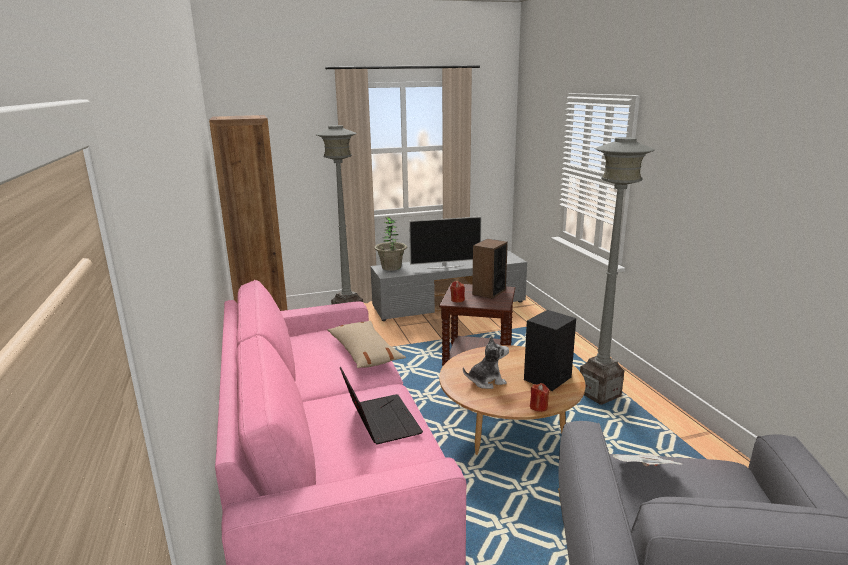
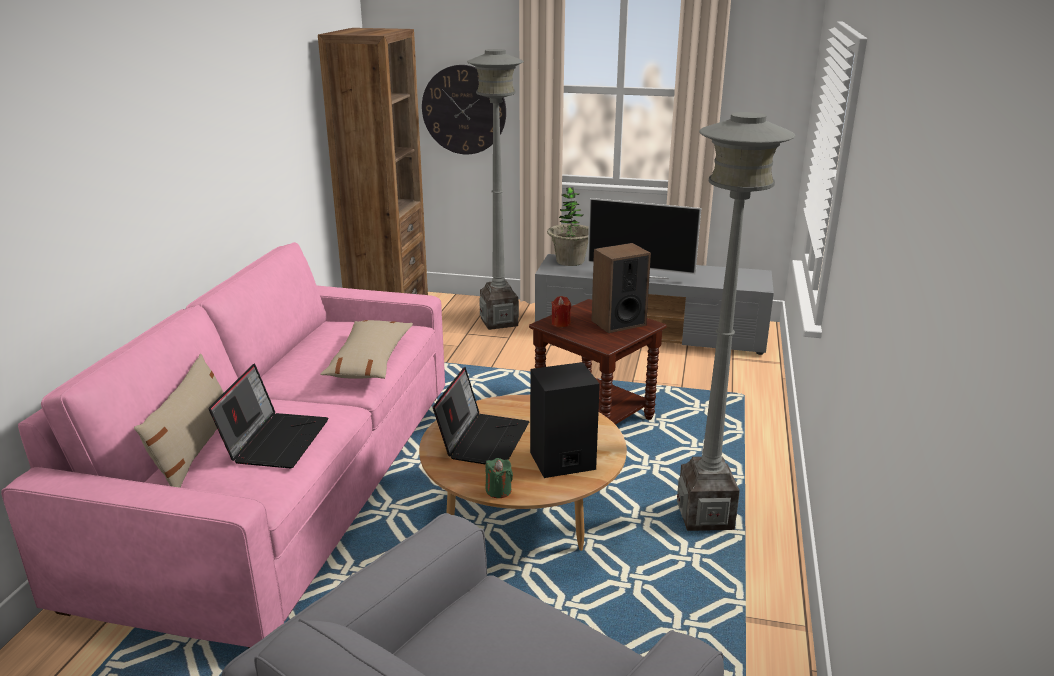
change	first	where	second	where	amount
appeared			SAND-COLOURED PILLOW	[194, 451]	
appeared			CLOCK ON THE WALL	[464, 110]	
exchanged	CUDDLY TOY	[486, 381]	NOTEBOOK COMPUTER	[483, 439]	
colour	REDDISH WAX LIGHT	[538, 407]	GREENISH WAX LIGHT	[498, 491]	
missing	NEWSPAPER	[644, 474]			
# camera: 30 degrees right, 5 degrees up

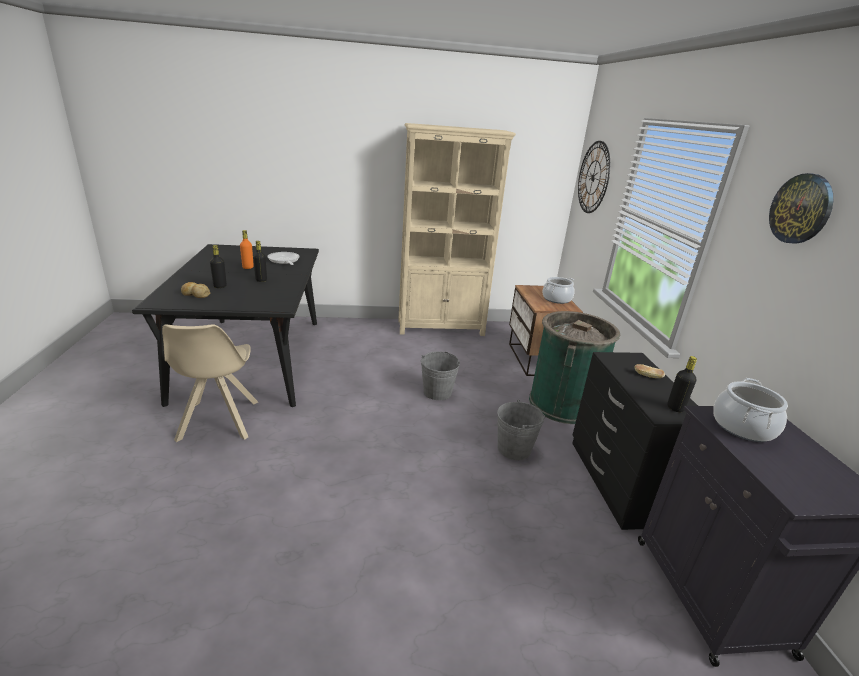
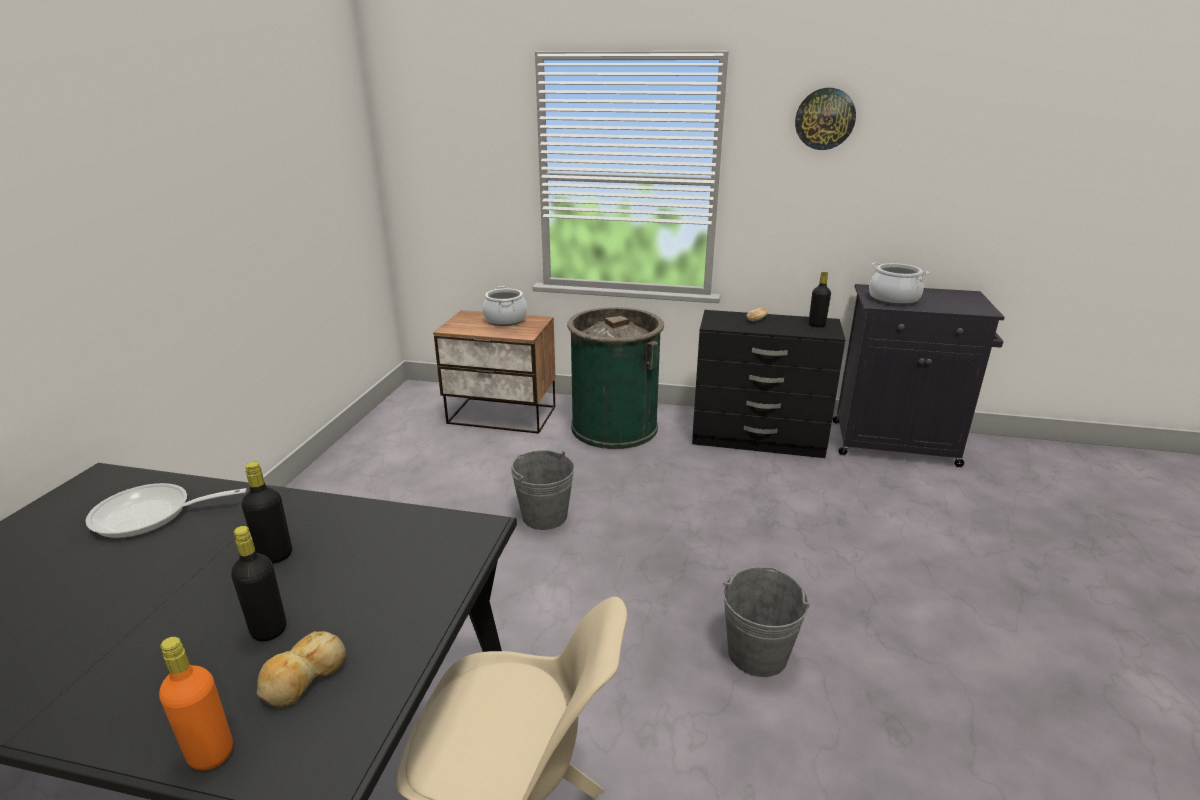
change	first	where	second	where	amount
relocated	ORANGEY BOTTLE	[248, 267]		[211, 753]	
relocated	GRAY WATER BUCKET	[514, 449]		[757, 653]	
missing	SAND-COLOURED SHELVING UNIT	[441, 328]			
missing	CLOCK ON THE WALL	[593, 177]			
# camera: 70 degrees left, 0 degrees up

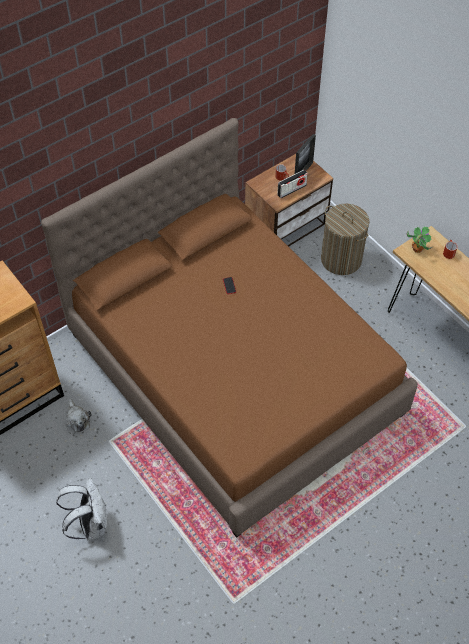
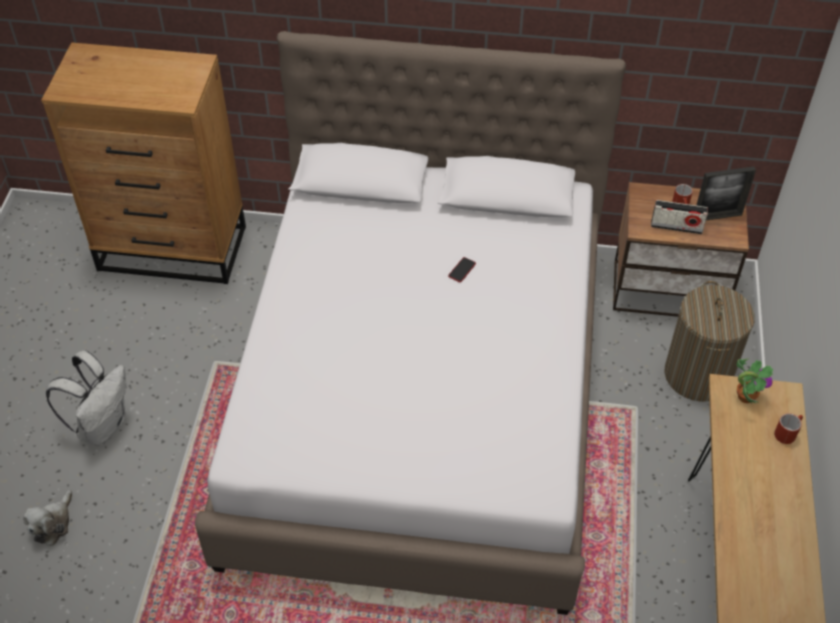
change	first	where	second	where	amount
relocated	CUDDLY TOY	[77, 419]		[53, 524]	
colour	BROWNISH SLEEPING BED	[234, 372]	WHITISH SLEEPING BED	[420, 399]	
# camera: 45 degrees right, 5 degrees down

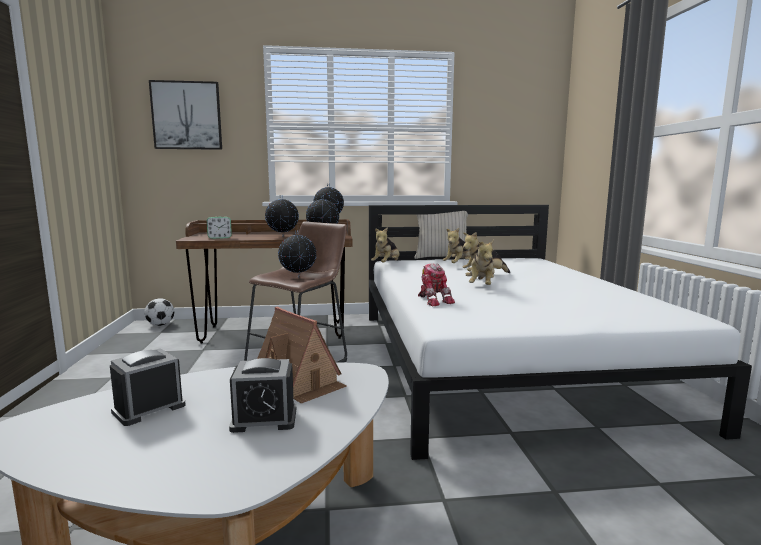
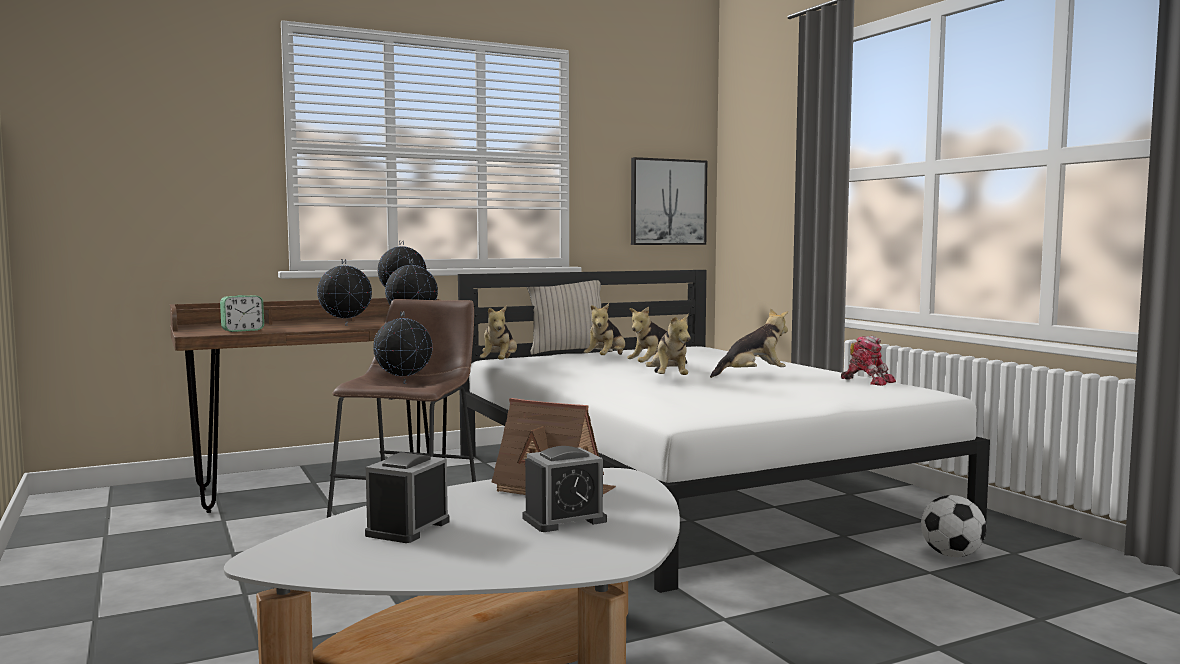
change	first	where	second	where	amount
relocated	PICTURE	[187, 116]		[667, 202]	
appeared			CUDDLY TOY	[752, 375]	
relocated	TOY ROBOT	[434, 300]		[867, 381]	
relocated	BALL FOR FOOTBALL	[160, 325]		[951, 555]	
# camera: 20 degrees left, 5 degrees down

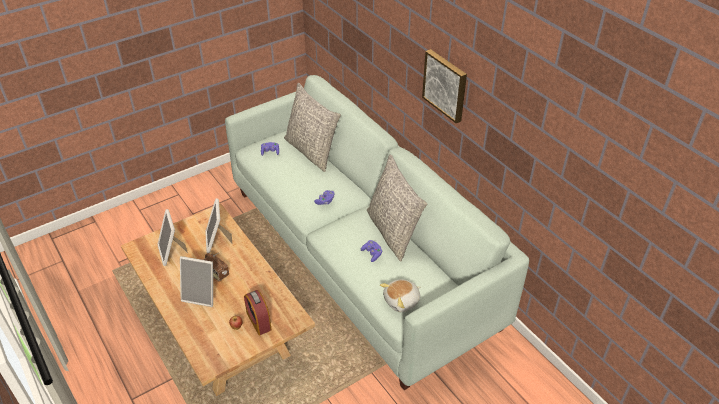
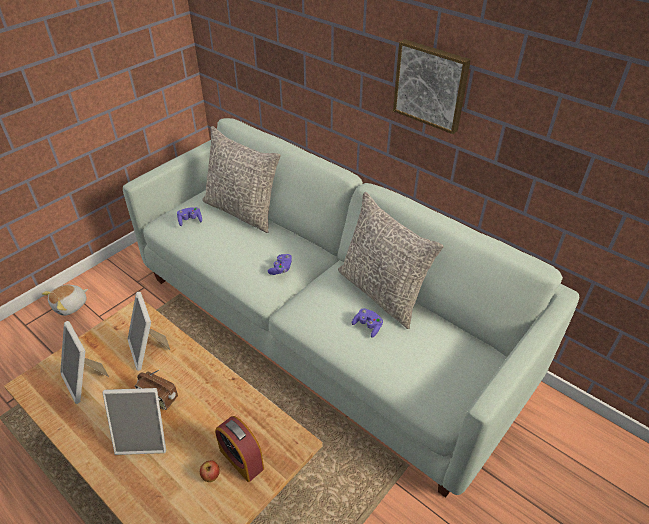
change	first	where	second	where	amount
relocated	CUDDLY TOY	[402, 301]		[71, 306]	
# camera: 15 degrees left, 0 degrees up

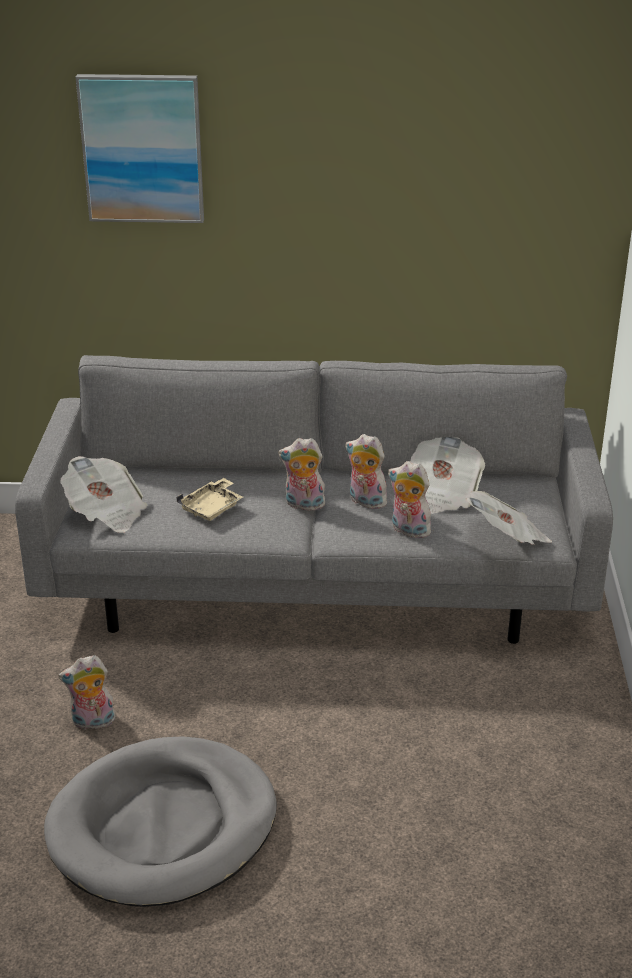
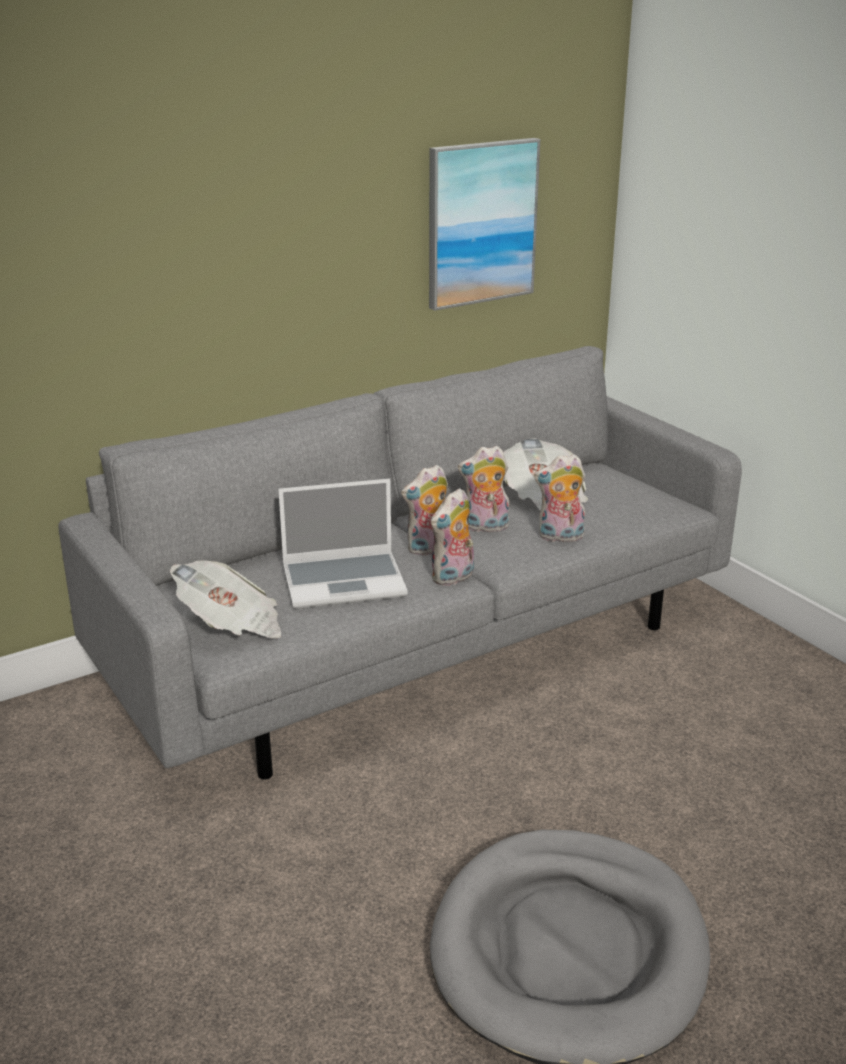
change	first	where	second	where	amount
exchanged	SAND-COLOURED SERVING TRAY	[212, 508]	NOTEBOOK COMPUTER	[345, 581]	
relocated	PICTURE	[142, 148]		[481, 223]	
relocated	CUDDLY TOY	[92, 722]		[453, 578]	
missing	NEWSPAPER	[507, 538]			
# camera: 35 degrees left, 5 degrees down

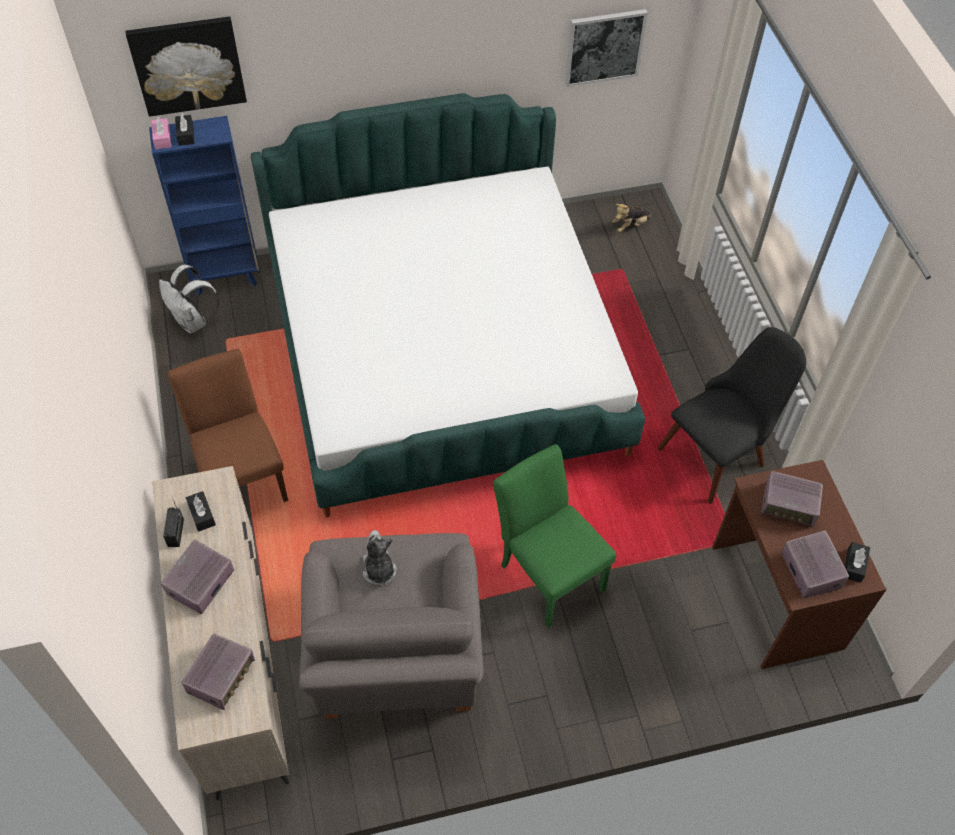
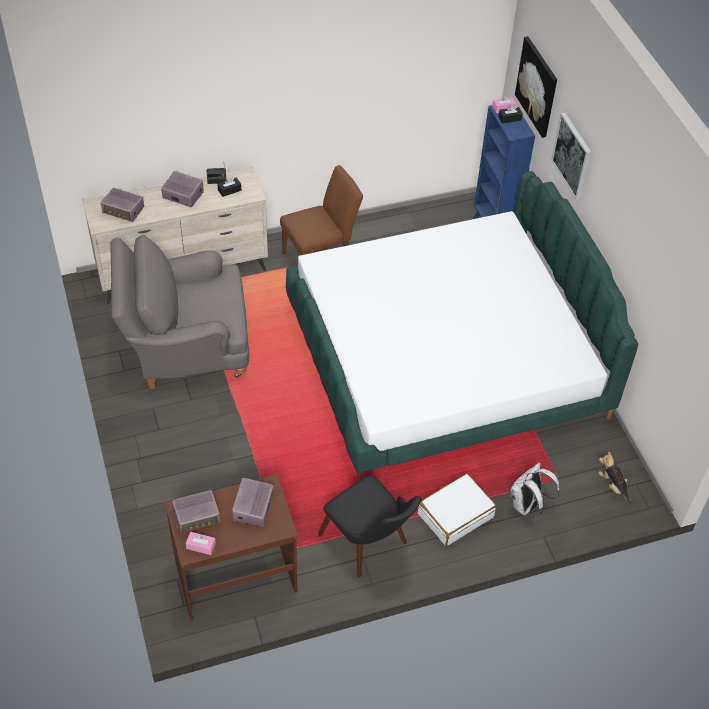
change	first	where	second	where	amount
colour	BLACK TISSUE HOLDER	[854, 565]	PINK-COLOURED TISSUE HOLDER	[201, 546]	
appeared			WHITISH PIECE OF LUGGAGE	[455, 515]	
relocated	WHITISH KNAPSACK	[193, 321]		[527, 506]	
relocated	PICTURE	[604, 47]		[572, 155]	
missing	CUDDLY TOY	[379, 569]			
missing	GREENISH CHAIR	[547, 571]			
# camera: 85 degrees right, 5 degrees down

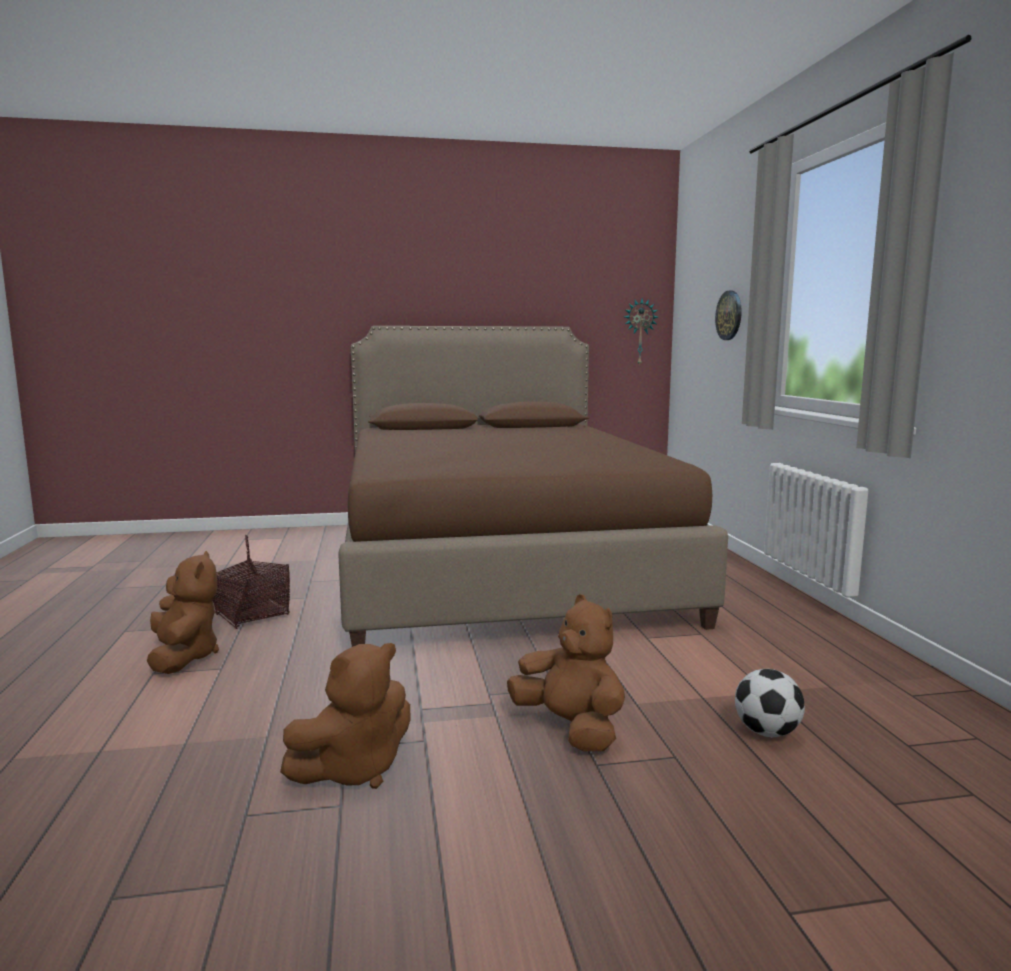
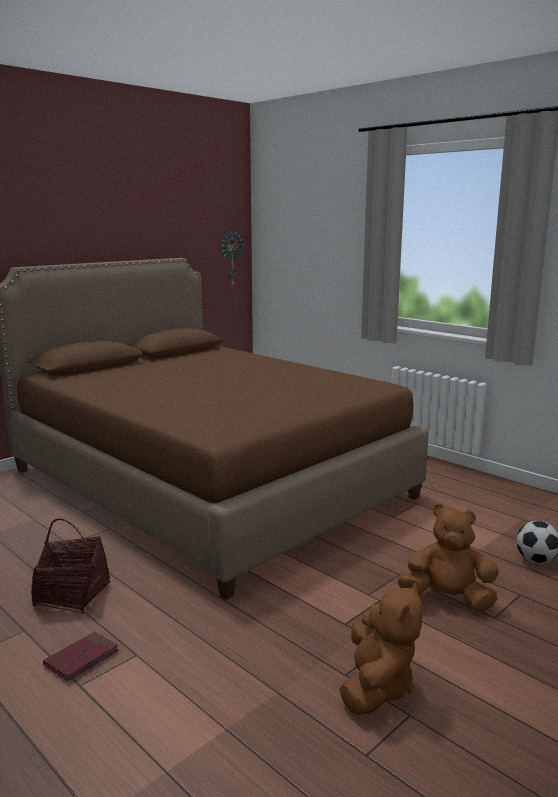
change	first	where	second	where	amount
exchanged	BROWNISH CUDDLY TOY	[184, 657]	REDDISH BOOK	[81, 659]	
missing	CLOCK ON THE WALL	[729, 315]			
# camera: 35 degrees left, 5 degrees up

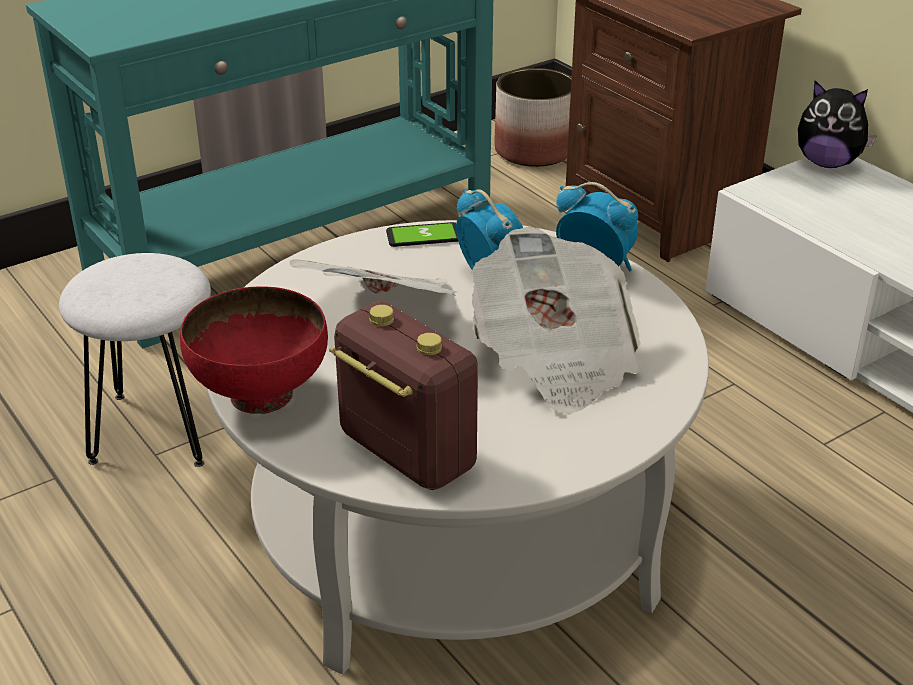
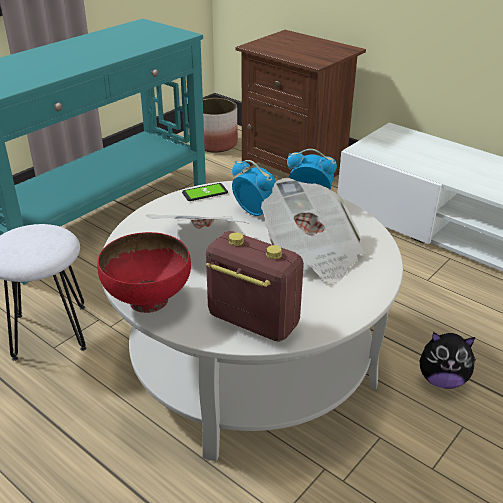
change	first	where	second	where	amount
relocated	CUDDLY TOY	[827, 163]		[442, 380]	
# camera: 15 degrees left, 0 degrees up

